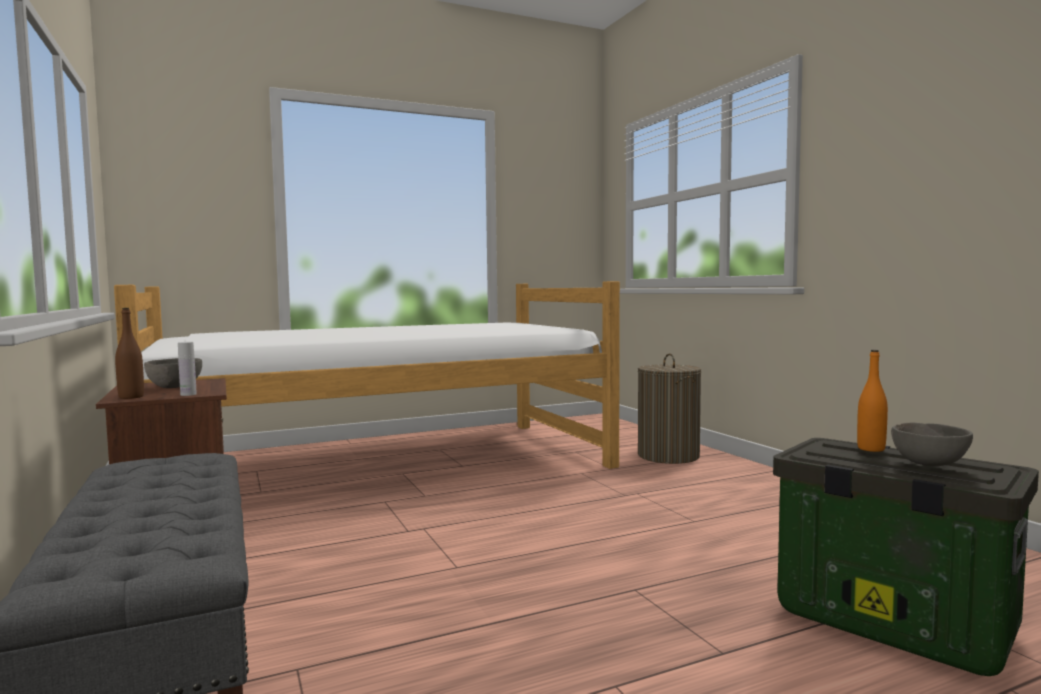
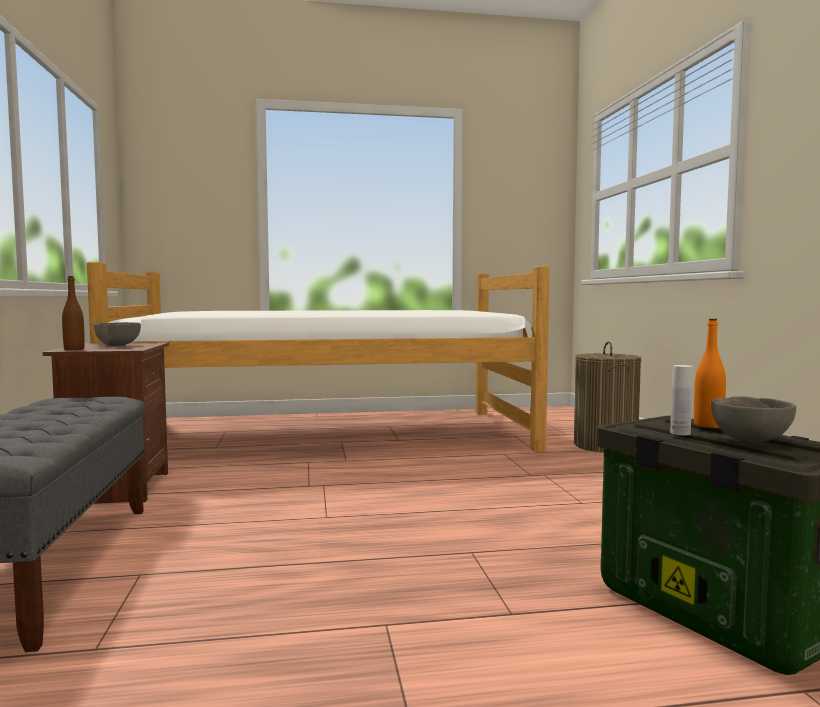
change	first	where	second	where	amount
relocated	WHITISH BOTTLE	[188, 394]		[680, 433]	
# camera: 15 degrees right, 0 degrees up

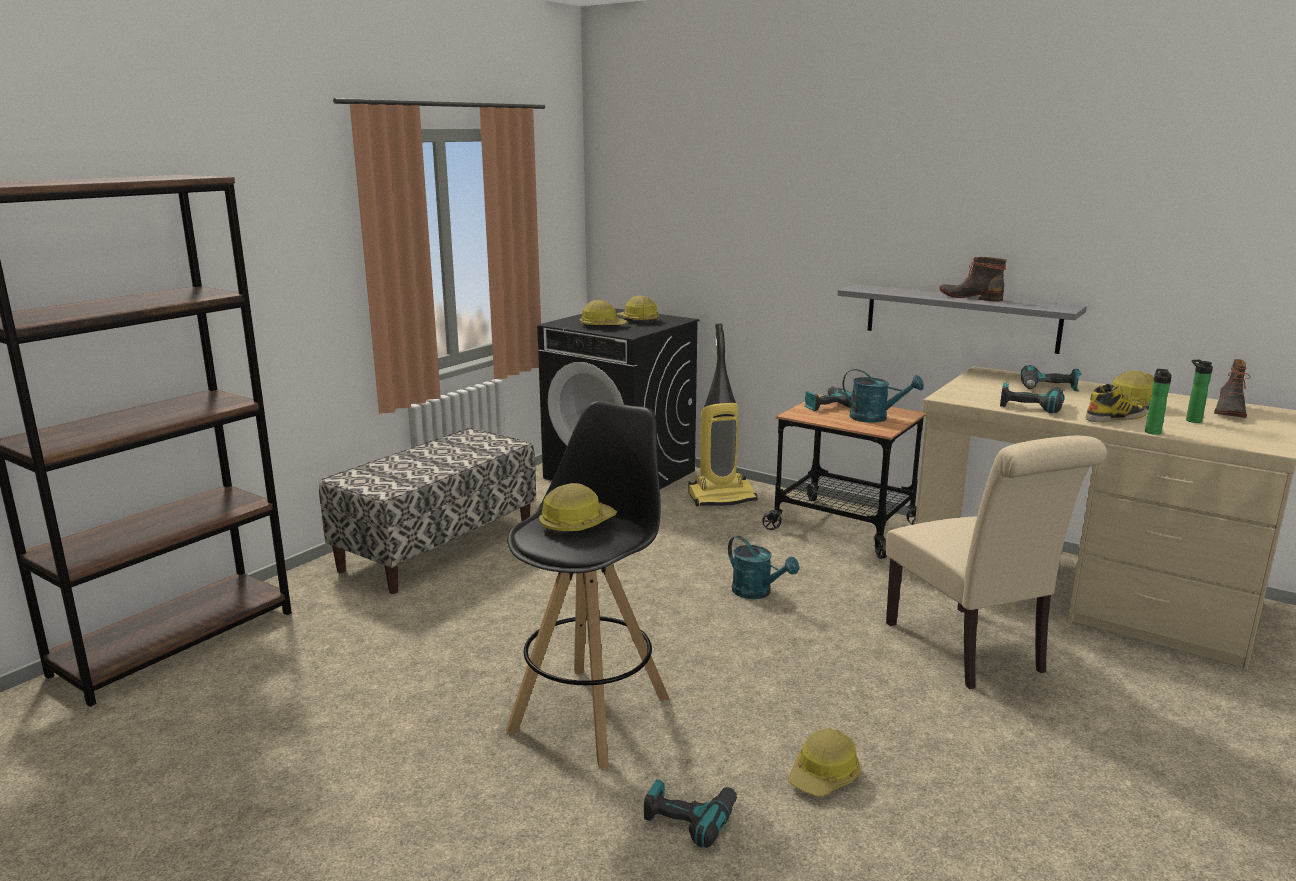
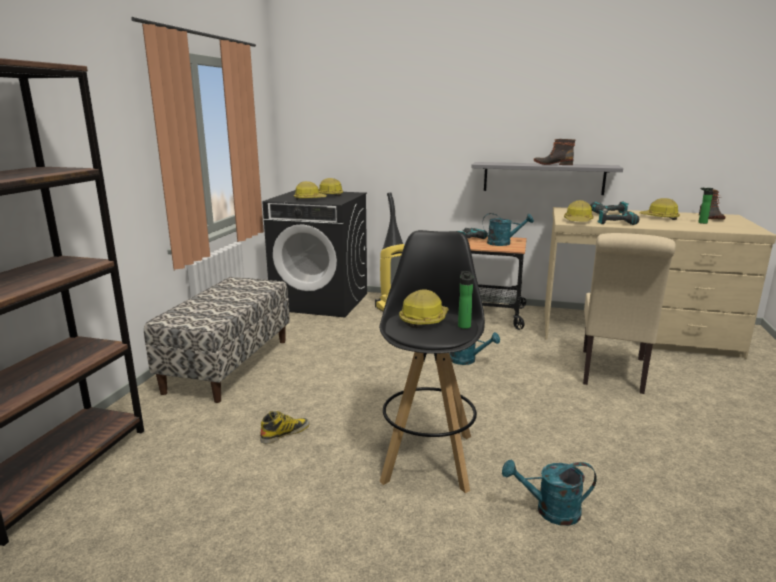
change	first	where	second	where	amount
relocated	HIGH-TOP BOOT	[1115, 418]		[285, 433]	
relocated	BOTTLE	[1152, 431]		[464, 325]	
exchanged	POWER DRILL	[690, 817]	TURQUOISE-COLOURED WATERING CAN	[550, 511]	
relocated	HARD HAT	[824, 776]		[578, 221]	
spun	SAND-COLOURED CHAIR	[970, 651]		[612, 373]	60 degrees clockwise
# camera: 20 degrees left, 0 degrees up

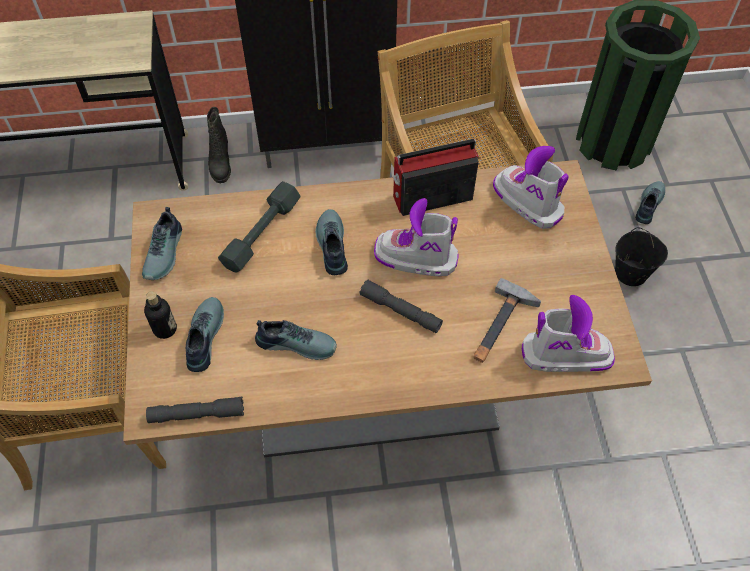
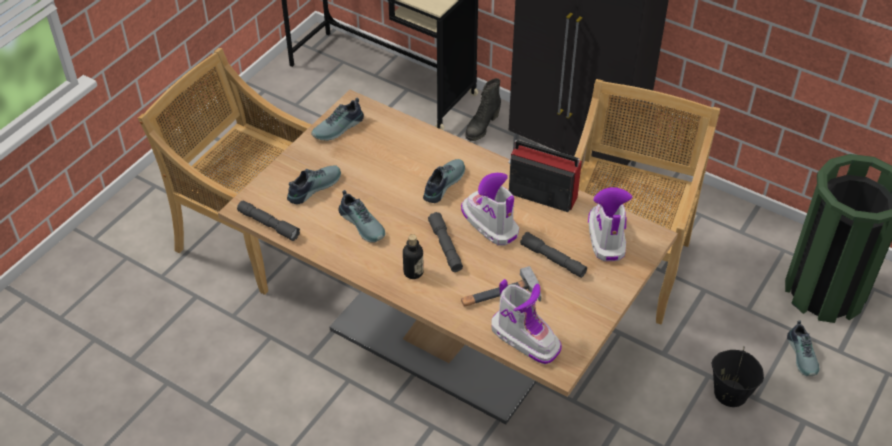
change	first	where	second	where	amount
relocated	BOTTLE	[165, 329]		[413, 272]	
appeared			GRAY FLASHLIGHT	[553, 259]	
spun	LOW SHOE	[647, 204]		[803, 355]	105 degrees clockwise
missing	GRAY FREE WEIGHT	[261, 233]			
# camera: 40 degrees right, 10 degrees down

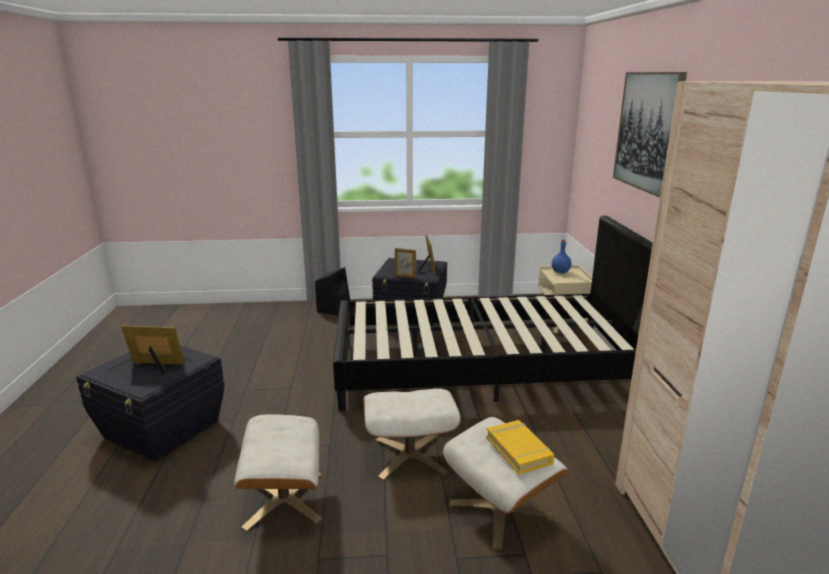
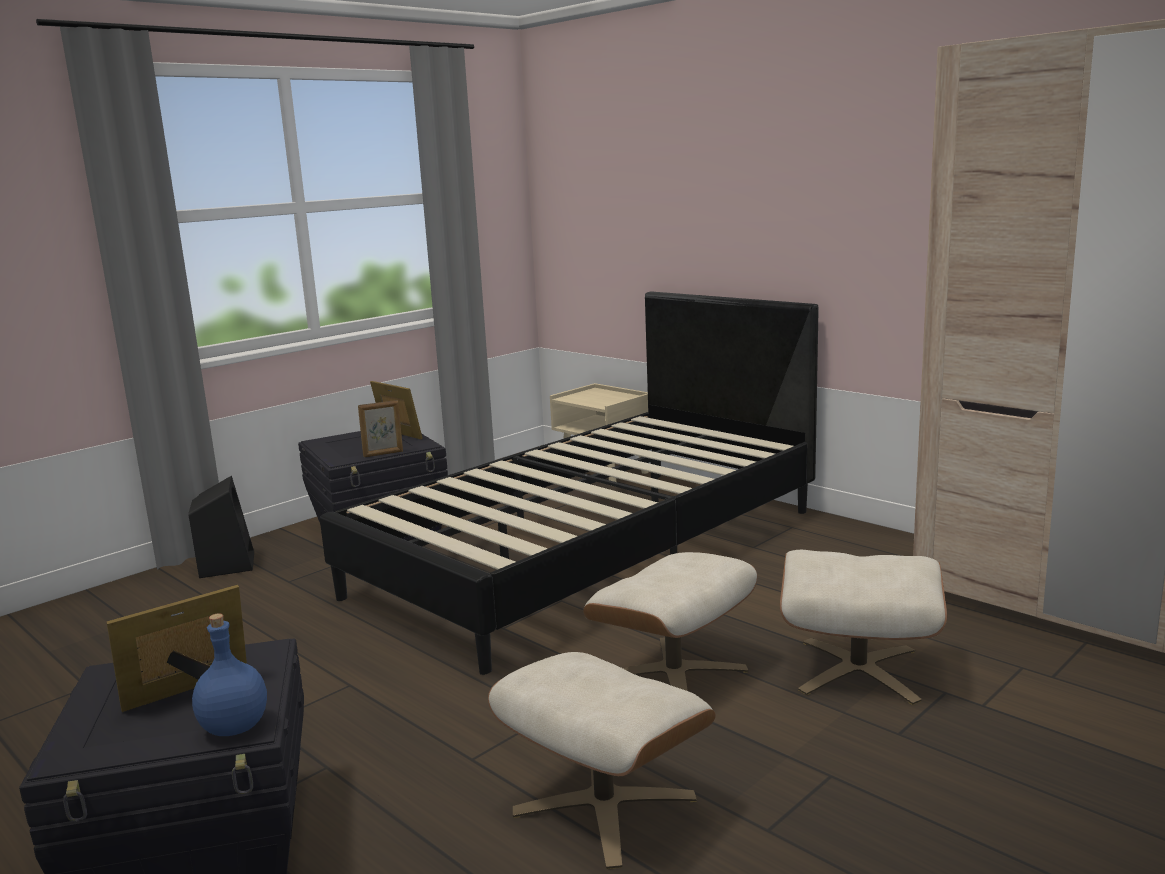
change	first	where	second	where	amount
relocated	BLUISH BOTTLE	[560, 272]		[233, 727]	
missing	YELLOW BOOK	[519, 450]			
missing	PICTURE	[647, 131]			
# camera: 40 degrees left, 5 degrees down

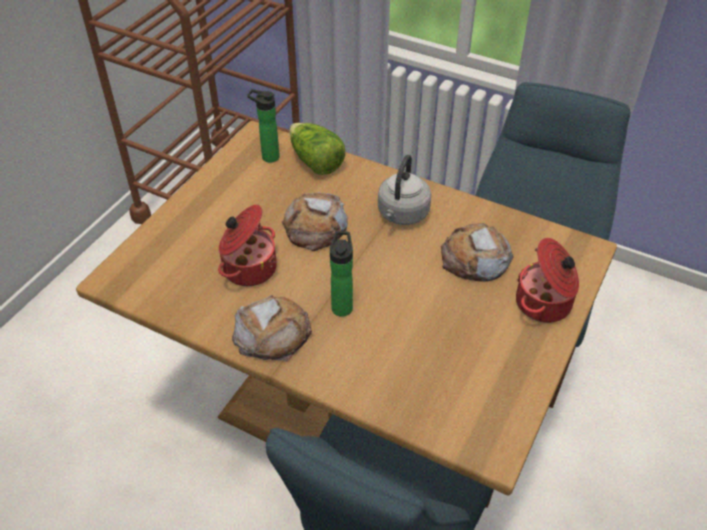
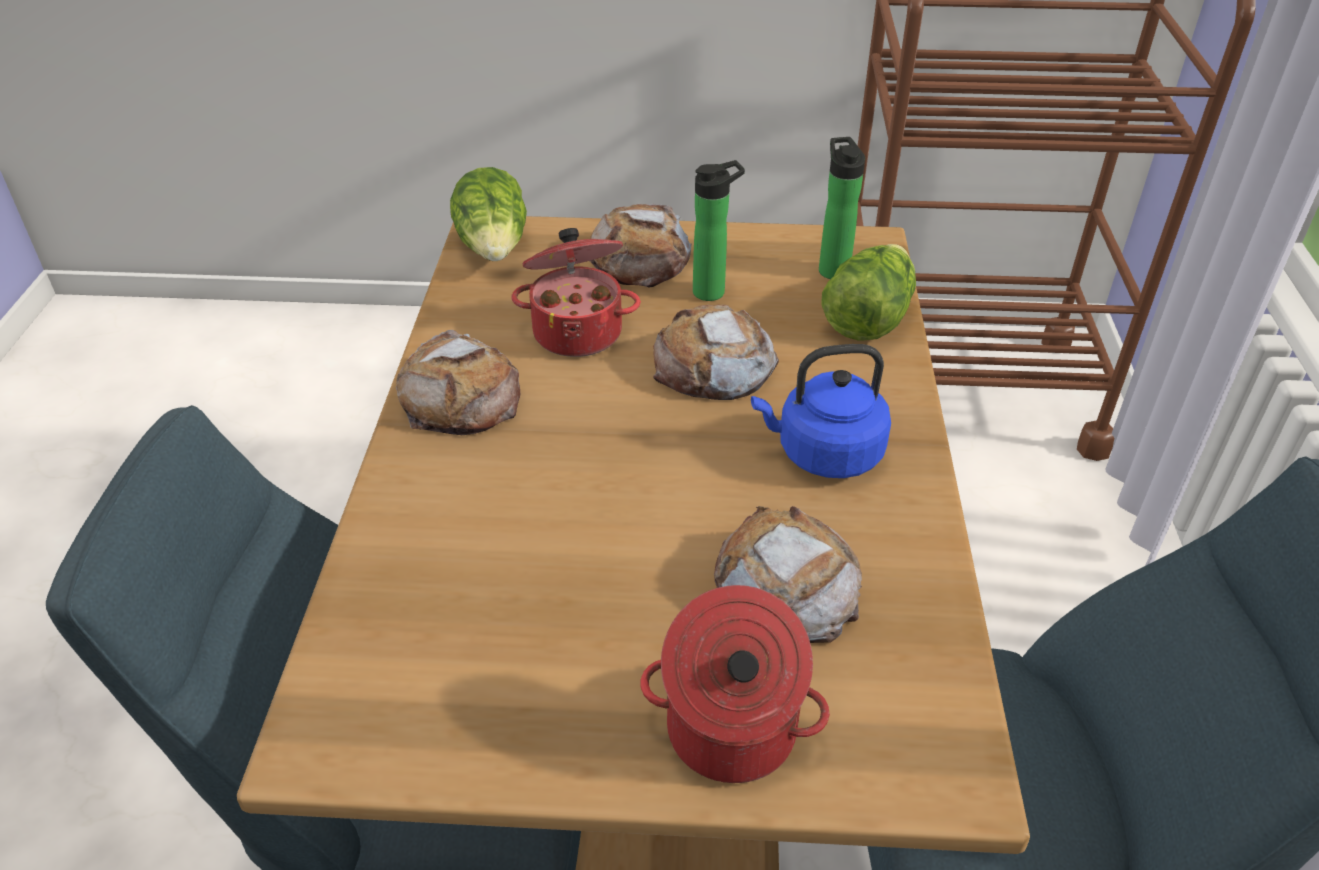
change	first	where	second	where	amount
appeared			LETTUCE HEAD	[494, 247]	
appeared			BREAD	[640, 258]	
relocated	BOTTLE	[342, 306]		[713, 291]	
colour	GRAY KETTLE	[402, 215]	BLUISH KETTLE	[824, 454]	
# camera: 65 degrees right, 5 degrees down

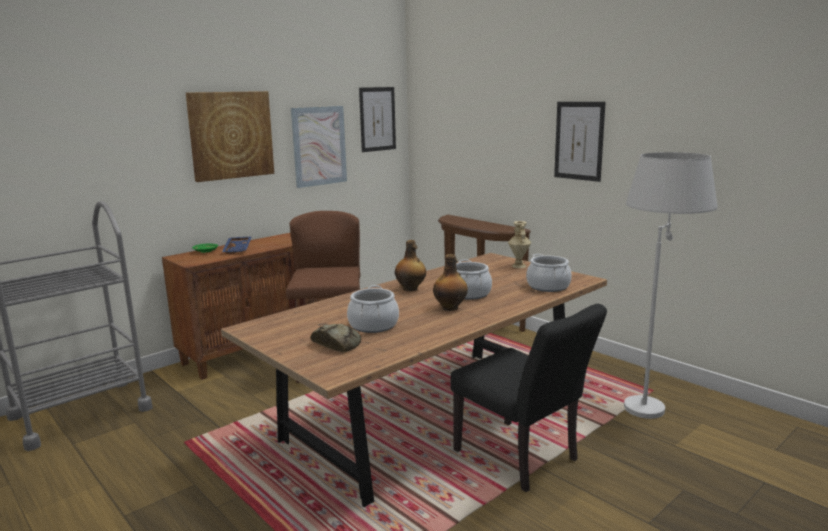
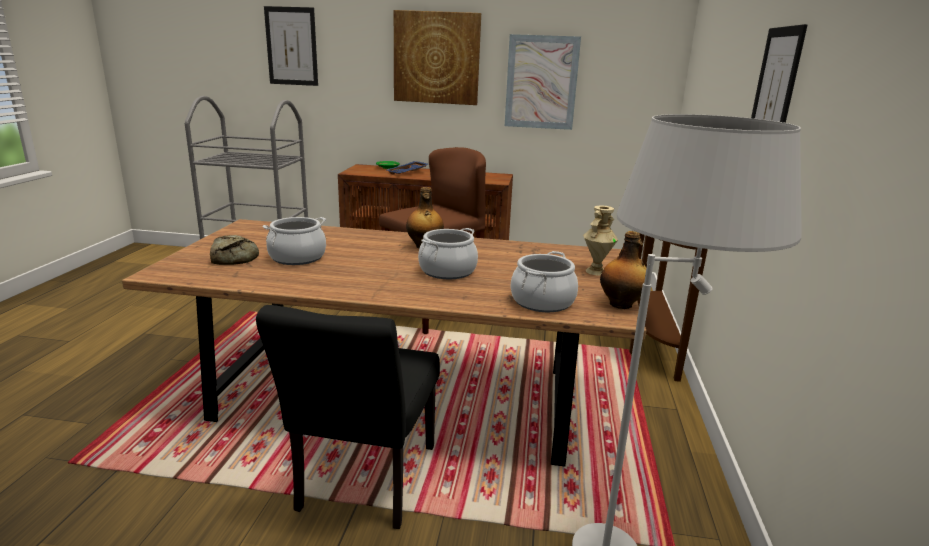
change	first	where	second	where	amount
relocated	PICTURE	[377, 119]		[291, 46]	
relocated	BOTTLE	[450, 308]		[621, 304]	
# camera: 50 degrees right, 5 degrees up

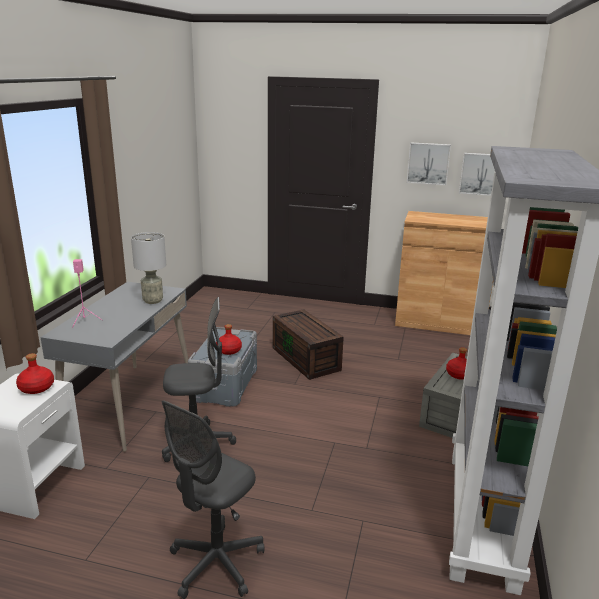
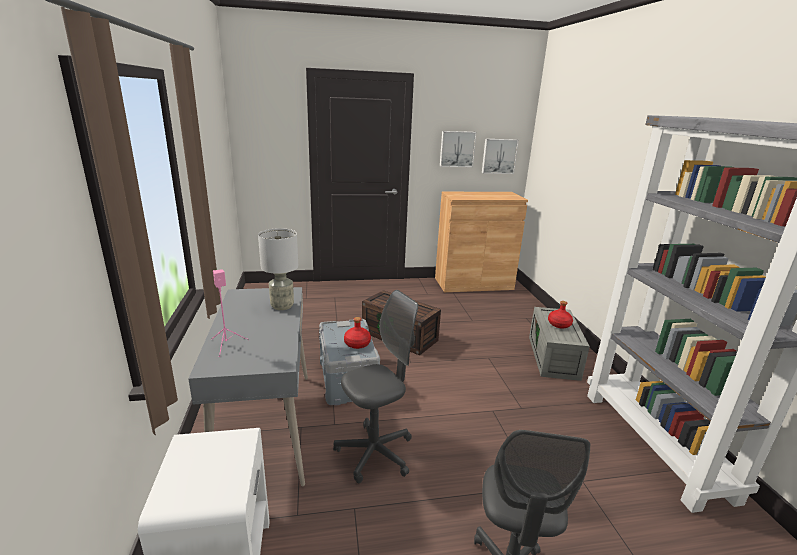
change	first	where	second	where	amount
missing	REDDISH BOTTLE	[36, 388]			
# camera: 25 degrees left, 0 degrees up

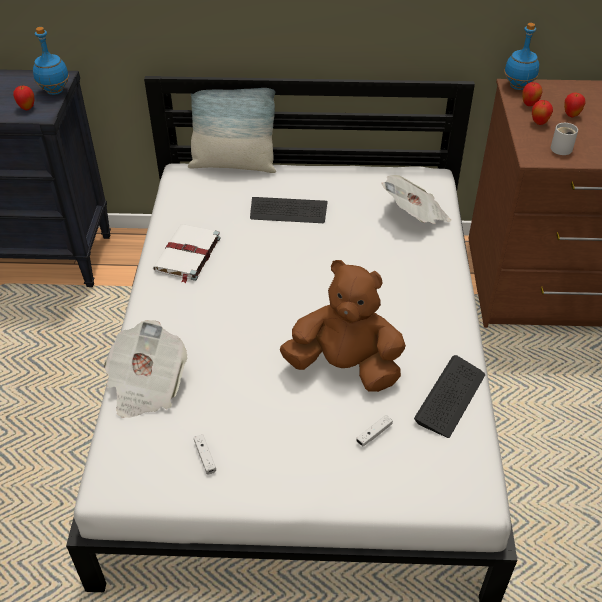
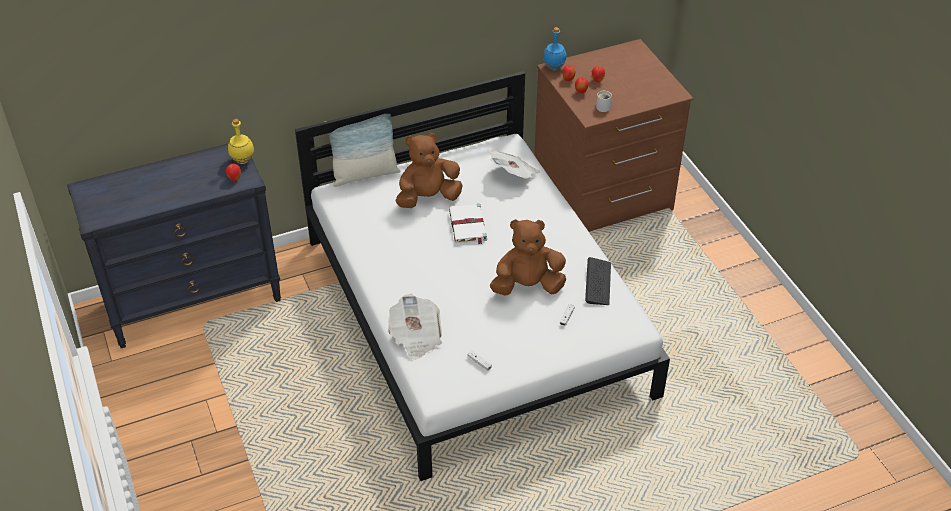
change	first	where	second	where	amount
colour	BLUISH BOTTLE	[54, 91]	YELLOW BOTTLE	[242, 160]	
exchanged	KEYBOARD	[288, 211]	BROWNISH CUDDLY TOY	[428, 198]	
relocated	WHITISH BOOK	[187, 255]		[468, 226]	
# camera: 25 degrees left, 0 degrees up

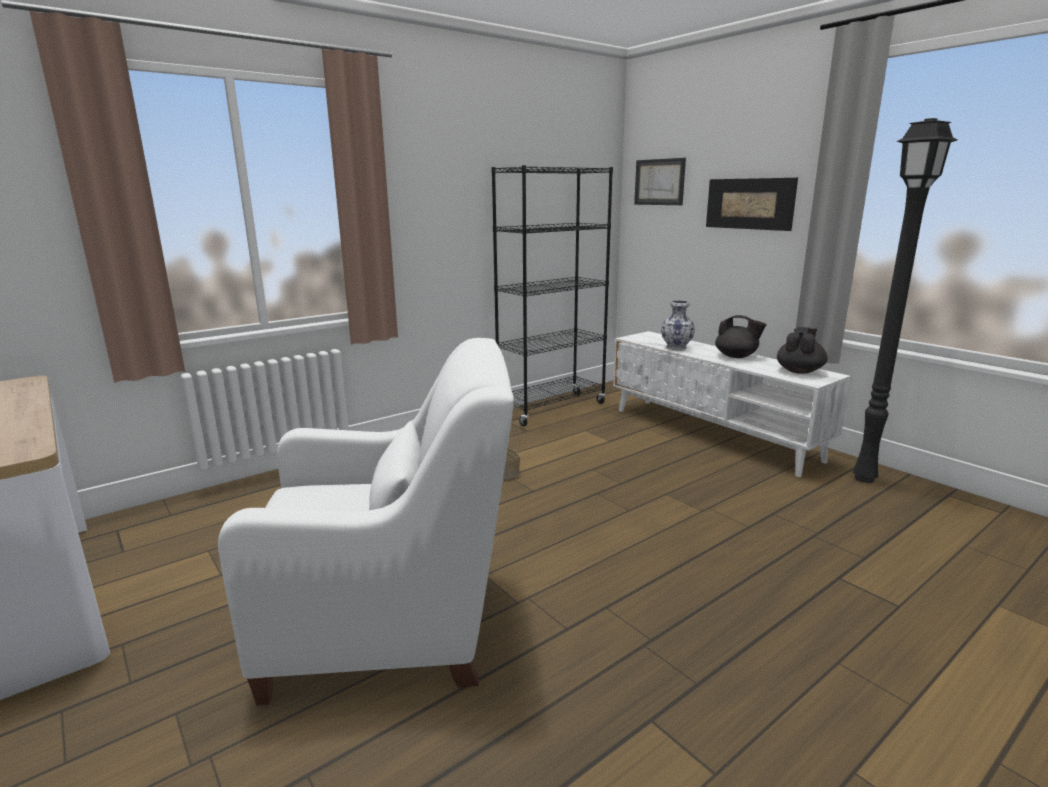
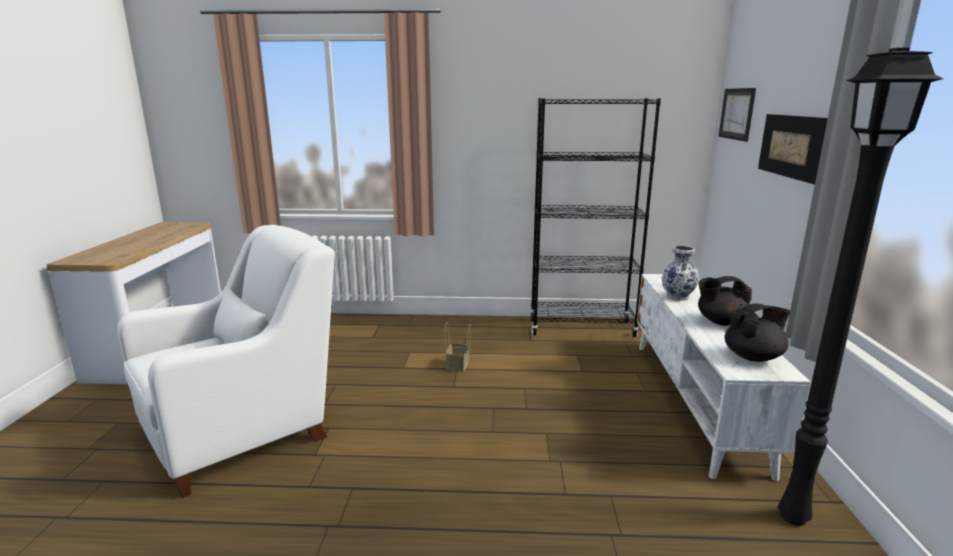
change	first	where	second	where	amount
spun	WHITISH ARMCHAIR	[394, 623]		[245, 430]	75 degrees counterclockwise
spun	BLACK TEAPOT	[736, 356]		[720, 322]	105 degrees clockwise
# camera: 40 degrees right, 0 degrees up

